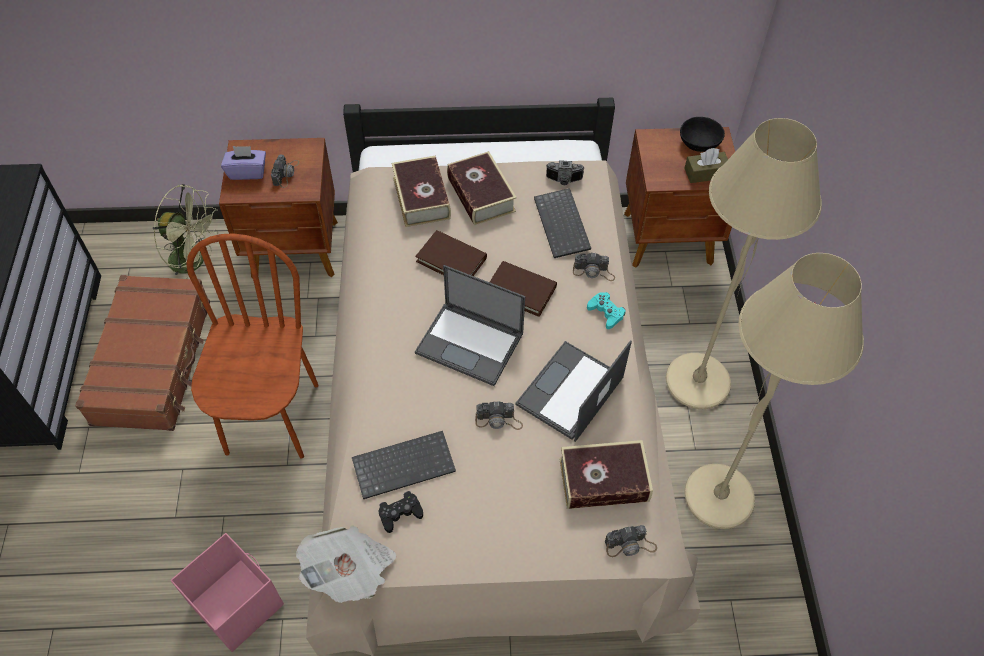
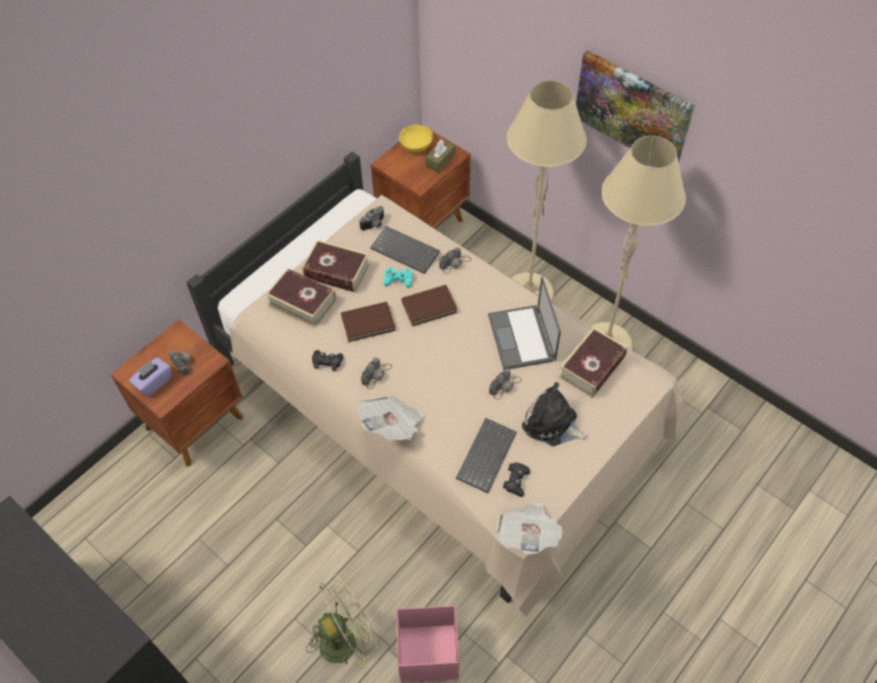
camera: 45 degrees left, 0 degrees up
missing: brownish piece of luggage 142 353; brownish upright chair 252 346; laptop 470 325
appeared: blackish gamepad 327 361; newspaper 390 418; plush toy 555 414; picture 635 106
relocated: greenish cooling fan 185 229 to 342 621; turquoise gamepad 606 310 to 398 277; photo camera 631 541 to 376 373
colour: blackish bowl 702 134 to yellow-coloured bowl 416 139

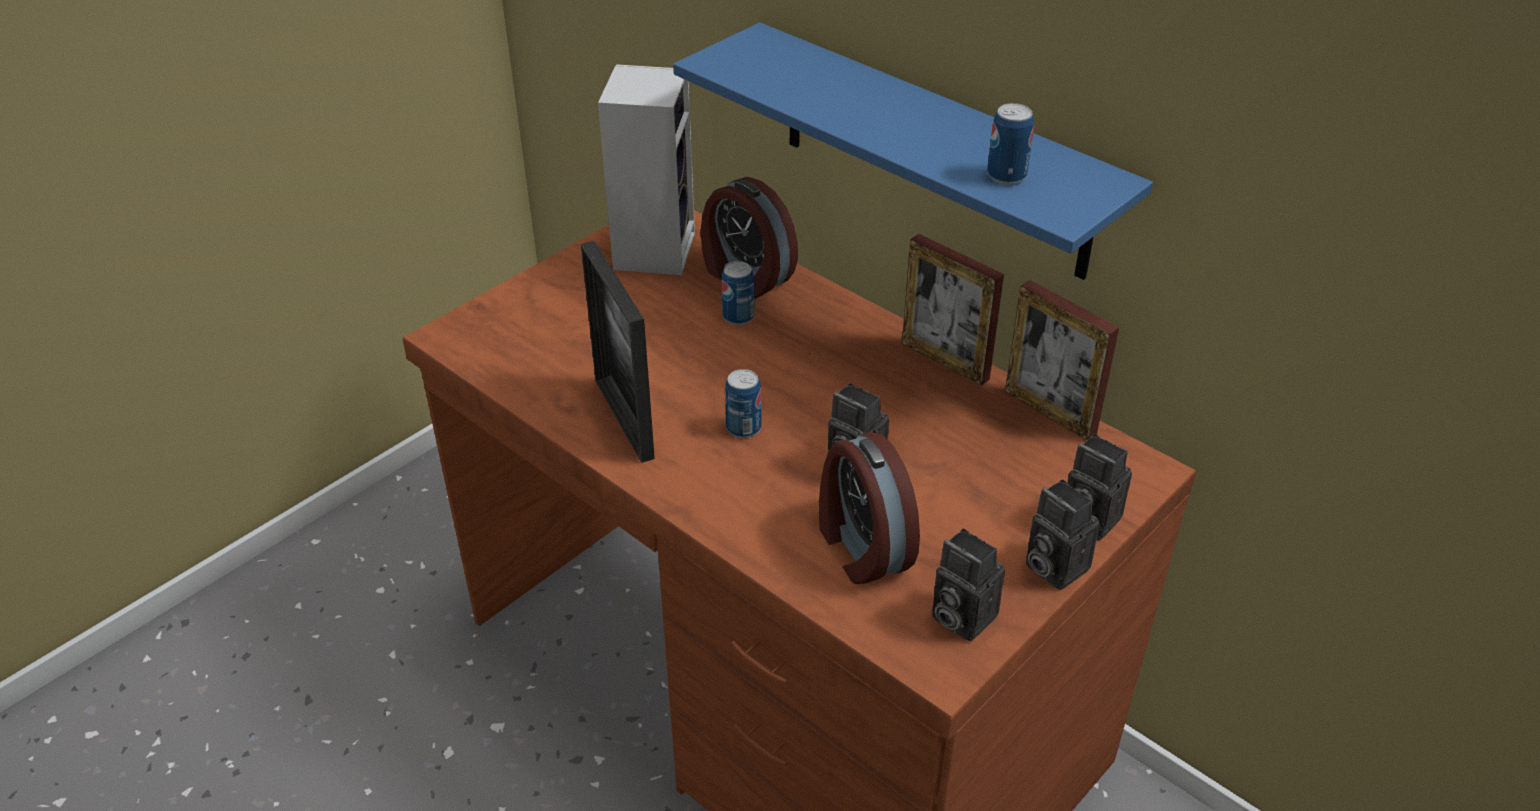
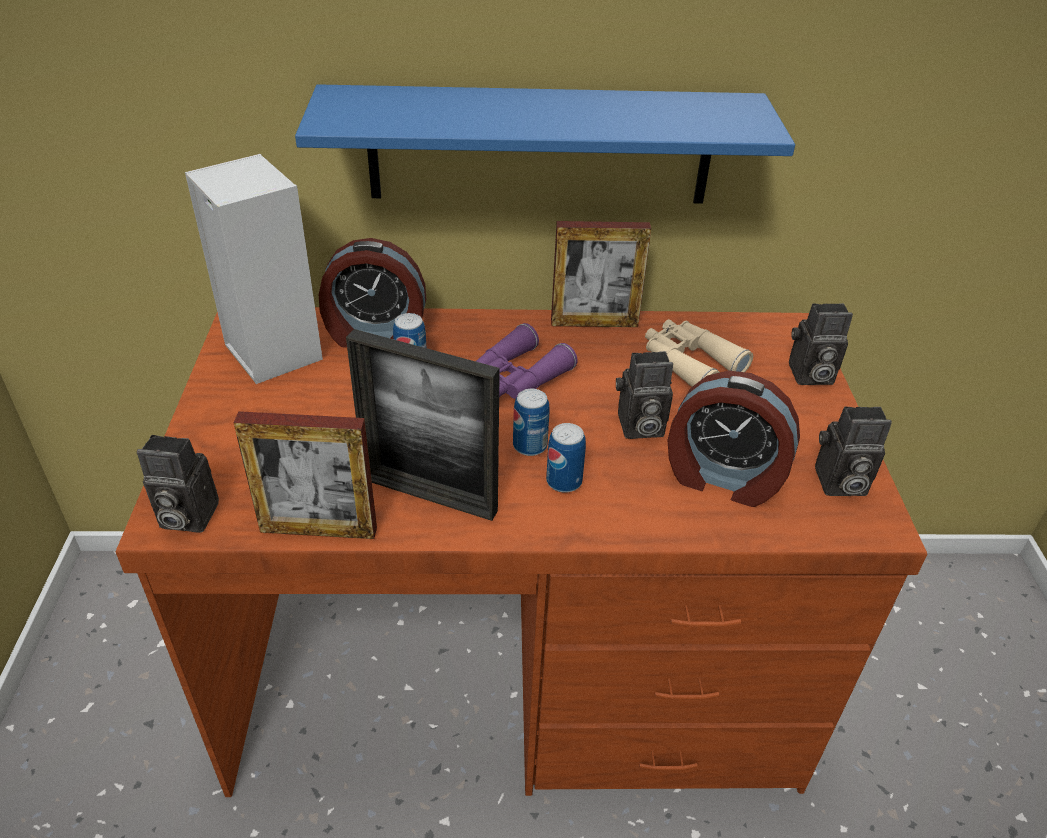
camera: 45 degrees left, 0 degrees up
appeared: purple-coloured pair of binoculars 526 361; sand-coloured pair of binoculars 699 353
relocated: sealed can 1010 144 to 566 458; picture frame 1062 360 to 305 475; photo camera 1063 534 to 178 484

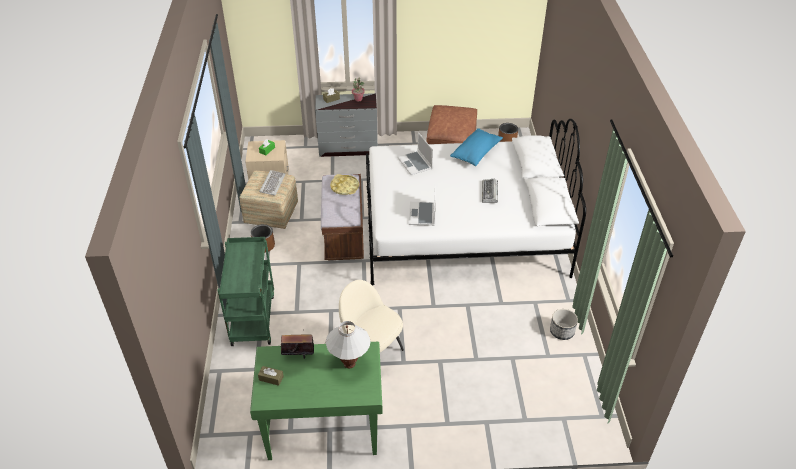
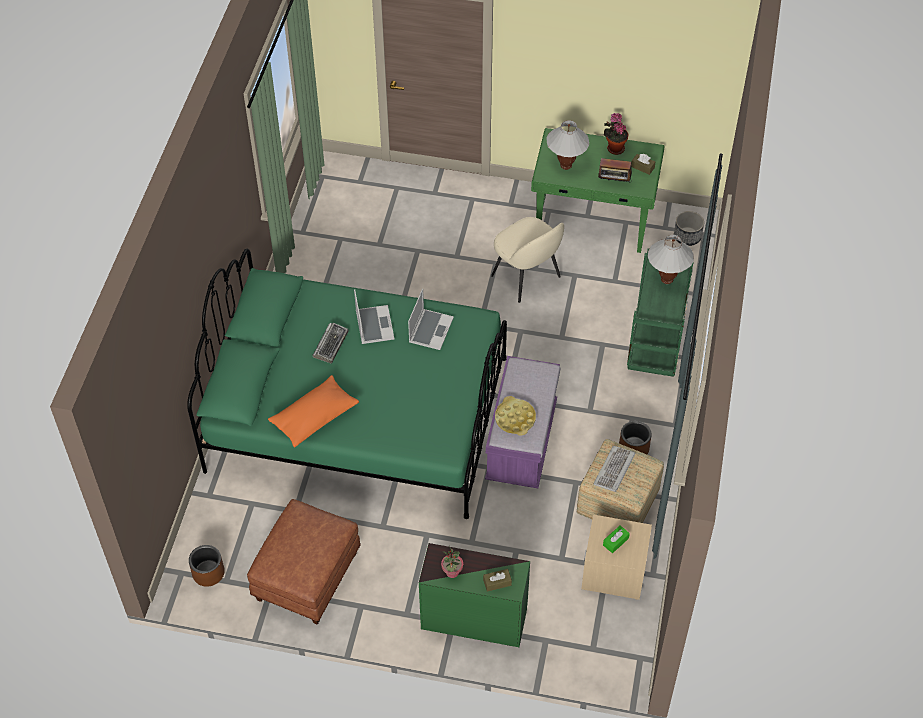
camera: 165 degrees left, 10 degrees up
appeared: plant in a pot 616 134; white-coloured tabletop lamp 671 259
relocated: laptop 415 153 to 374 316; flower pot 564 324 to 689 228
colour: grey chest of drawers 346 125 to greenish chest of drawers 474 595; brownish bench 342 217 to purple-coloured bench 522 422; white-coloured bedroom bed 476 202 to greenish bedroom bed 347 384; bluish throw pillow 476 147 to orangey throw pillow 313 411

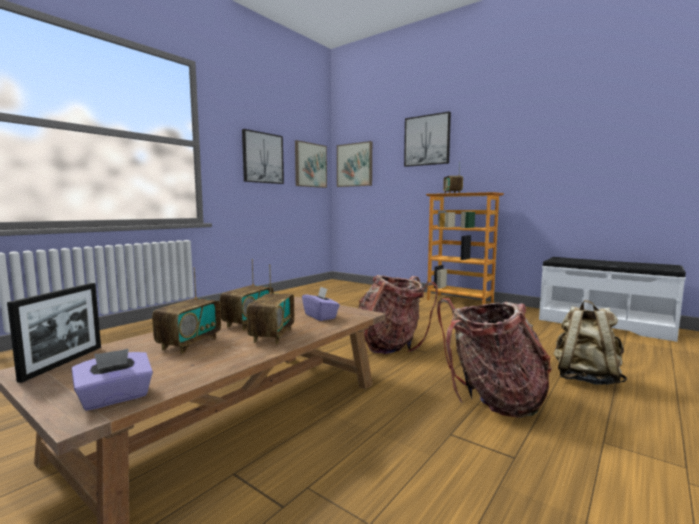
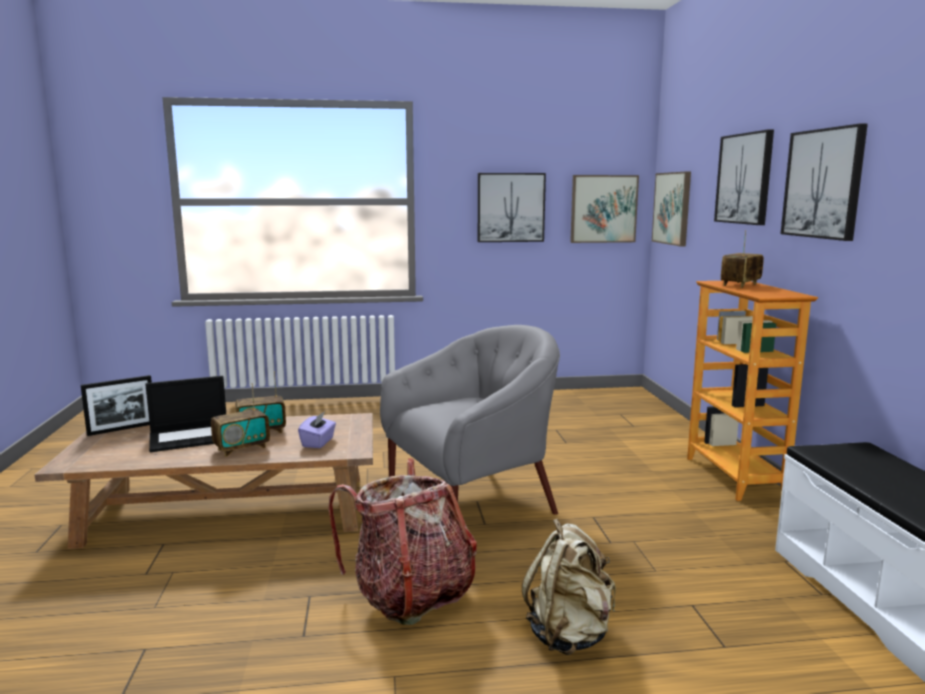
camera: 45 degrees right, 5 degrees up
missing: purple-coloured tissue holder 112 380
appeared: picture 824 182
exchanged: radio receiver 186 311 to laptop 185 414; rucksack 398 314 to grey armchair 470 420

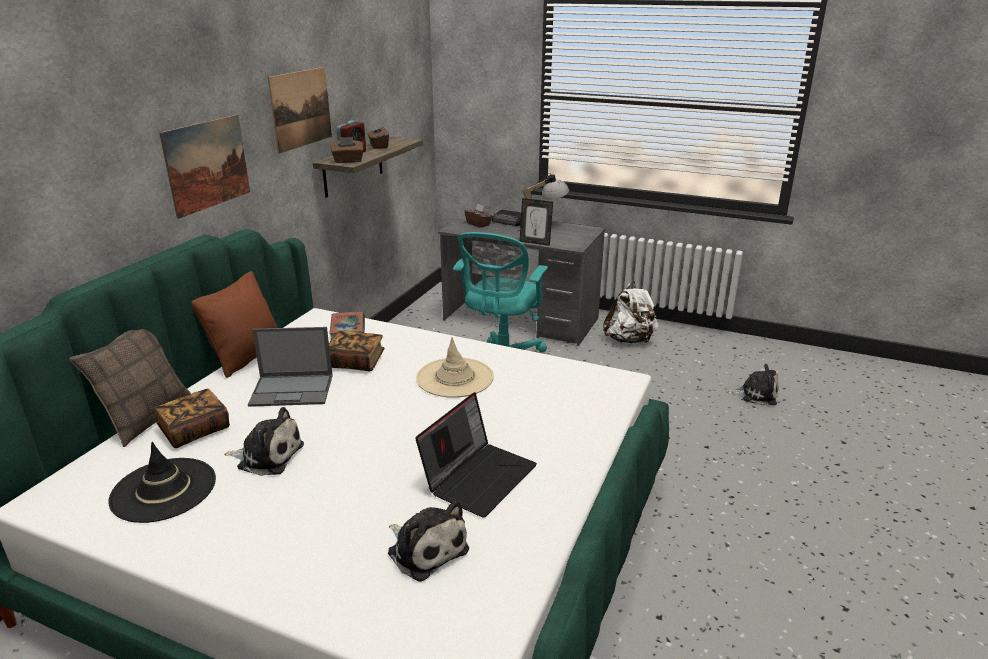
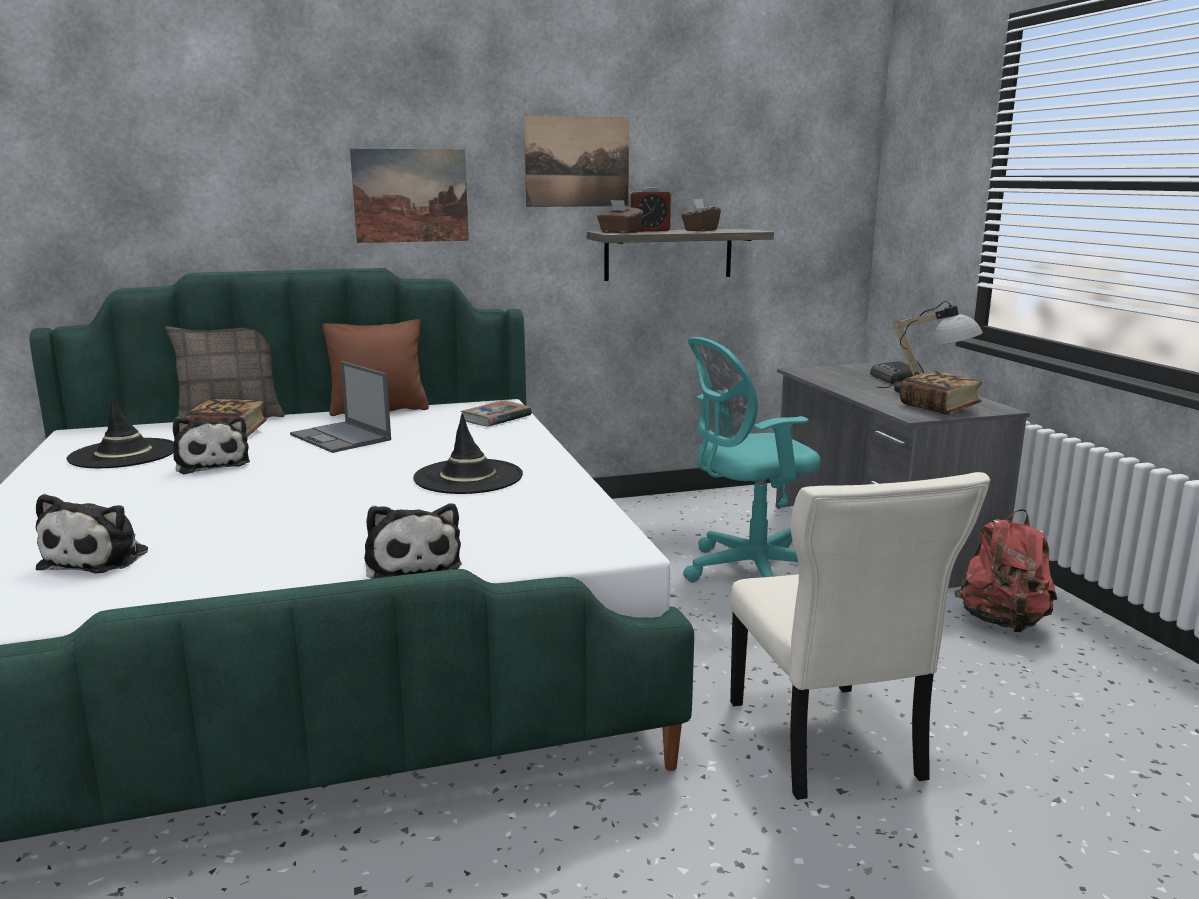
camera: 50 degrees right, 10 degrees down
missing: laptop 476 455; brownish tissue holder 478 215; picture frame 536 222
appeared: sand-coloured upright chair 860 636
relocated: book 357 351 to 941 393; plush toy 753 385 to 413 541
colour: sand-coloured clothing hat 455 367 to blackish clothing hat 468 453; white-coloured rucksack 631 312 to red rucksack 1005 570

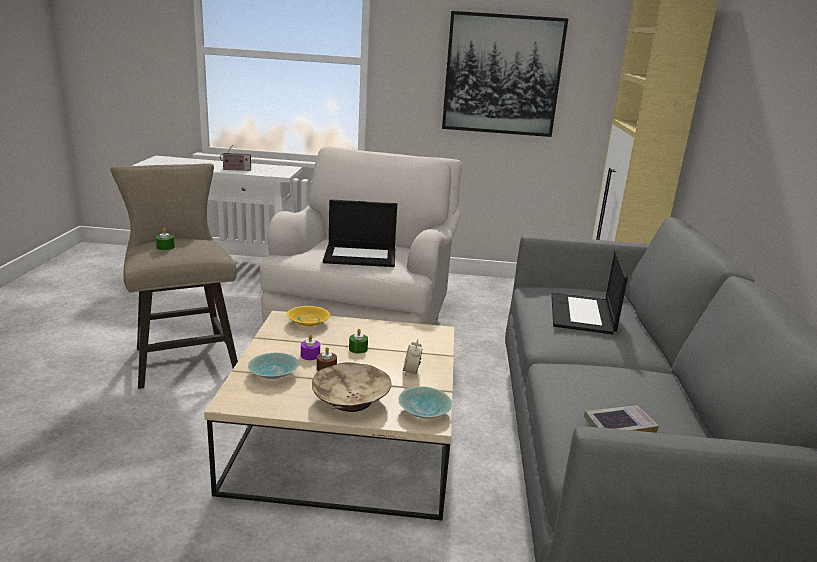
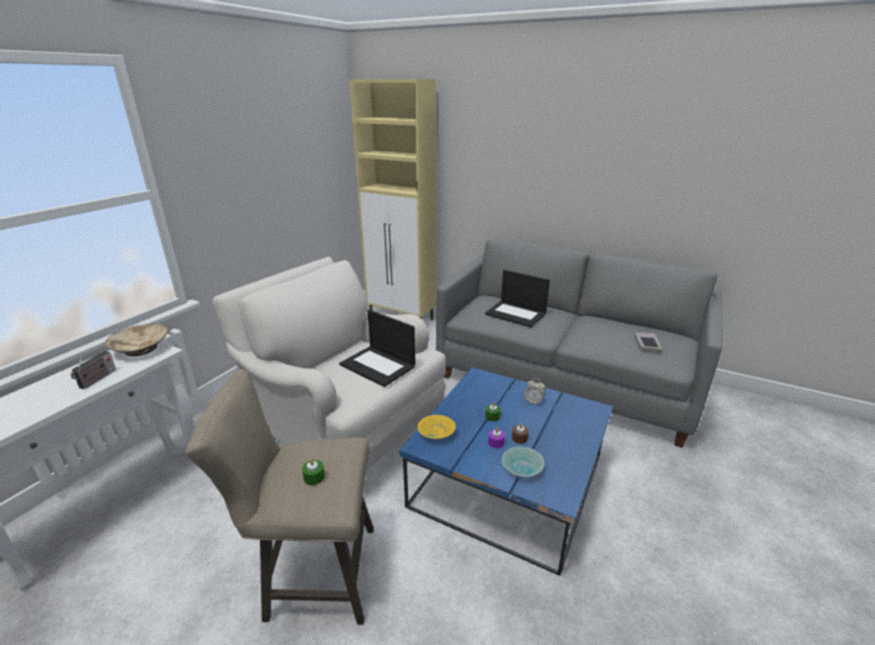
camera: 65 degrees left, 5 degrees up
missing: turquoise bowl 425 402; picture 505 74
relocated: sand-coloured bowl 351 387 to 136 339
colour: sand-coloured low table 329 415 to bluish low table 506 471
spun: laptop 360 233 = 377 348 105 degrees clockwise

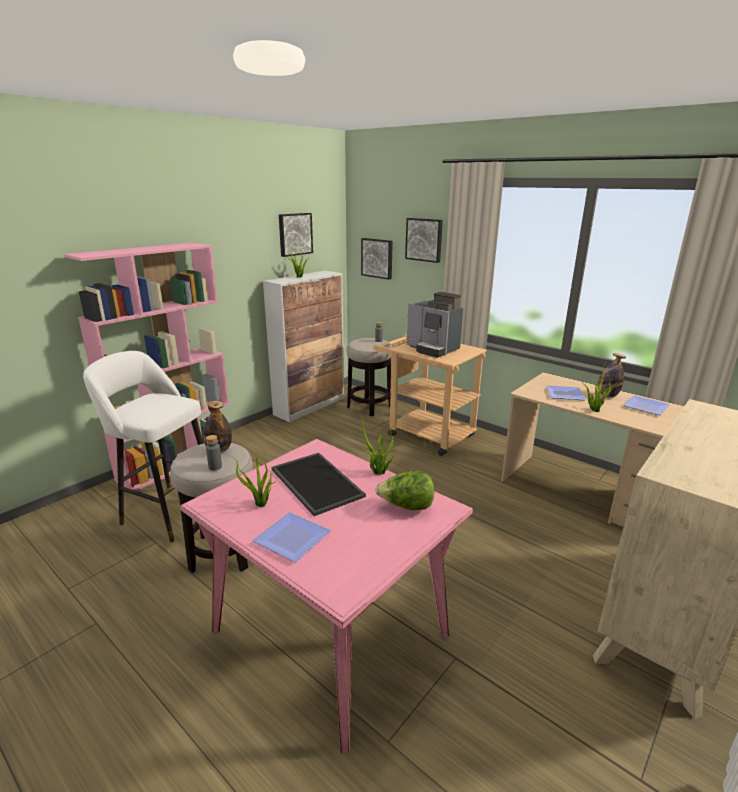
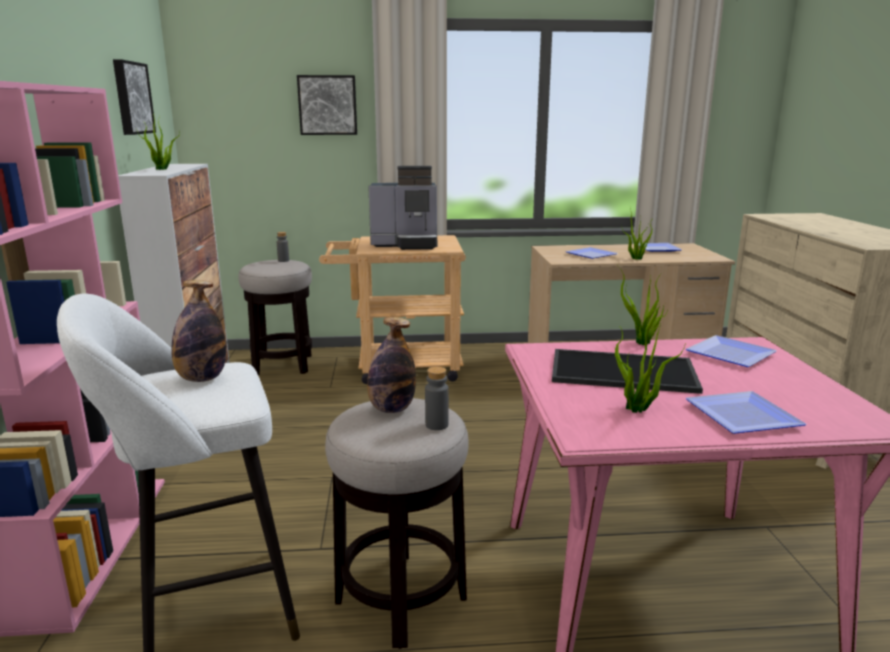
camera: 45 degrees left, 5 degrees down
missing: picture 377 259
relocated: drink bottle 611 375 to 198 331
exchanged: lettuce 404 490 to dinner plate 731 351

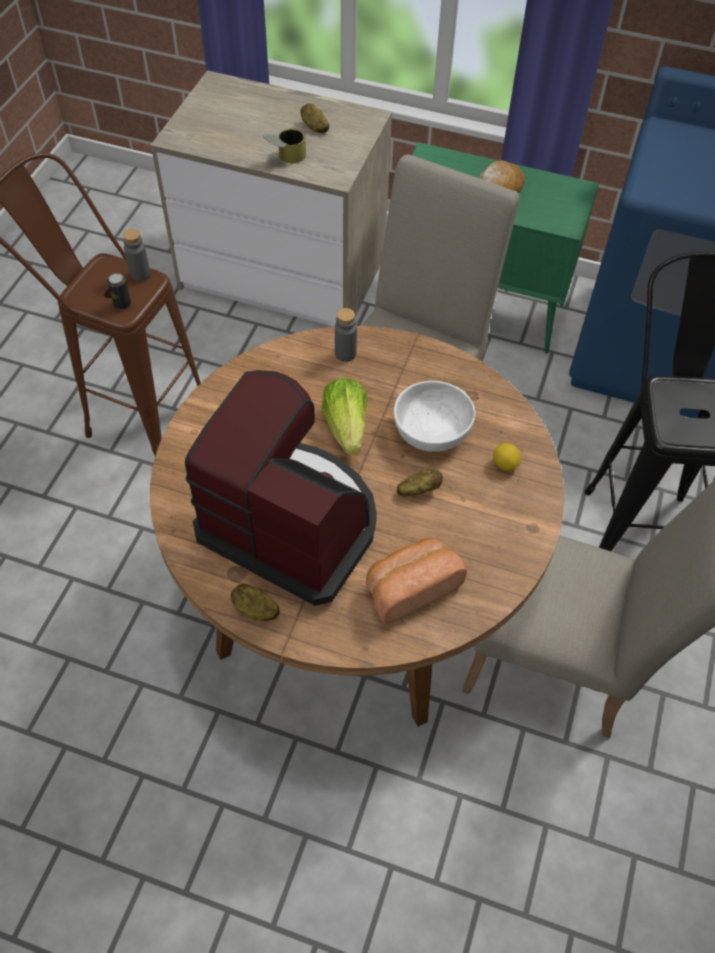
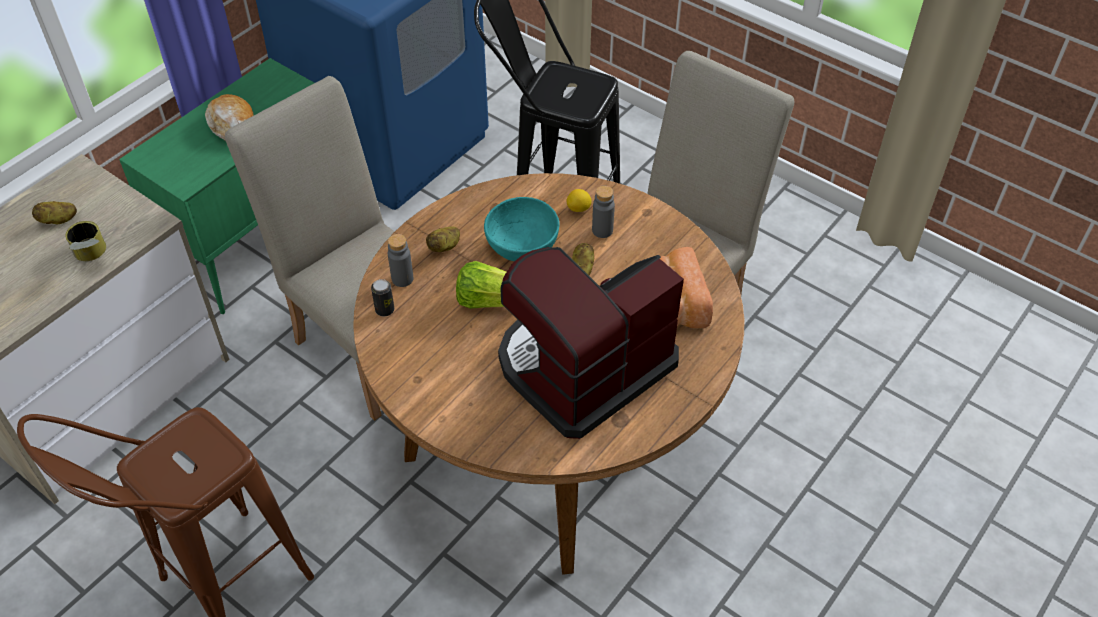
camera: 70 degrees left, 5 degrees down
relocated: sealed can 119 291 to 383 297; grey drink bottle 136 255 to 603 212; whole potato 255 602 to 443 239
colour: white-coloured bowl 434 416 to turquoise bowl 521 229

